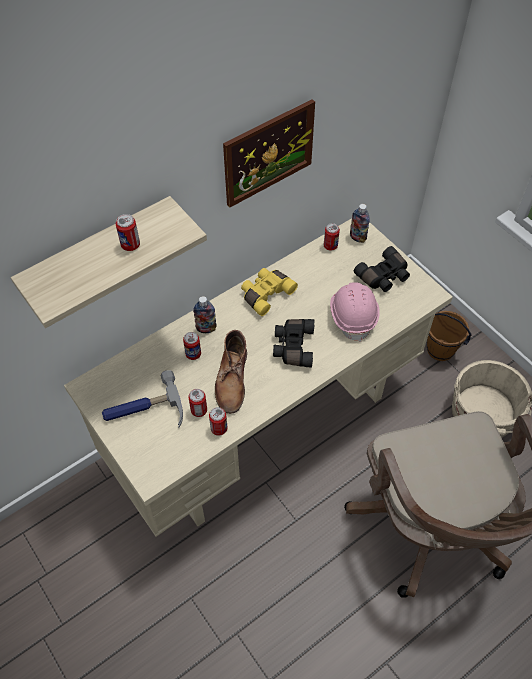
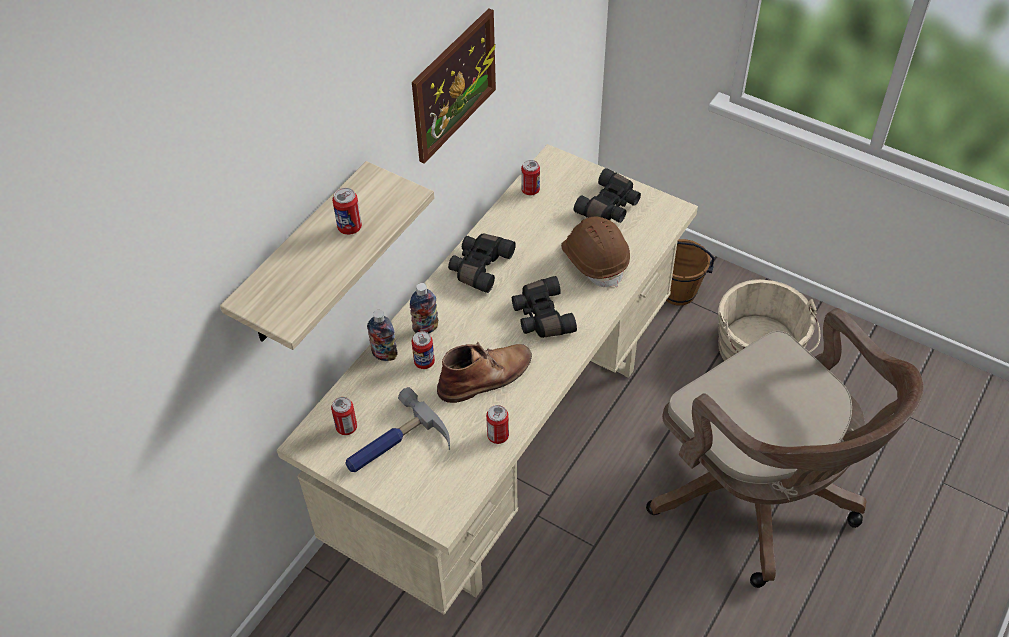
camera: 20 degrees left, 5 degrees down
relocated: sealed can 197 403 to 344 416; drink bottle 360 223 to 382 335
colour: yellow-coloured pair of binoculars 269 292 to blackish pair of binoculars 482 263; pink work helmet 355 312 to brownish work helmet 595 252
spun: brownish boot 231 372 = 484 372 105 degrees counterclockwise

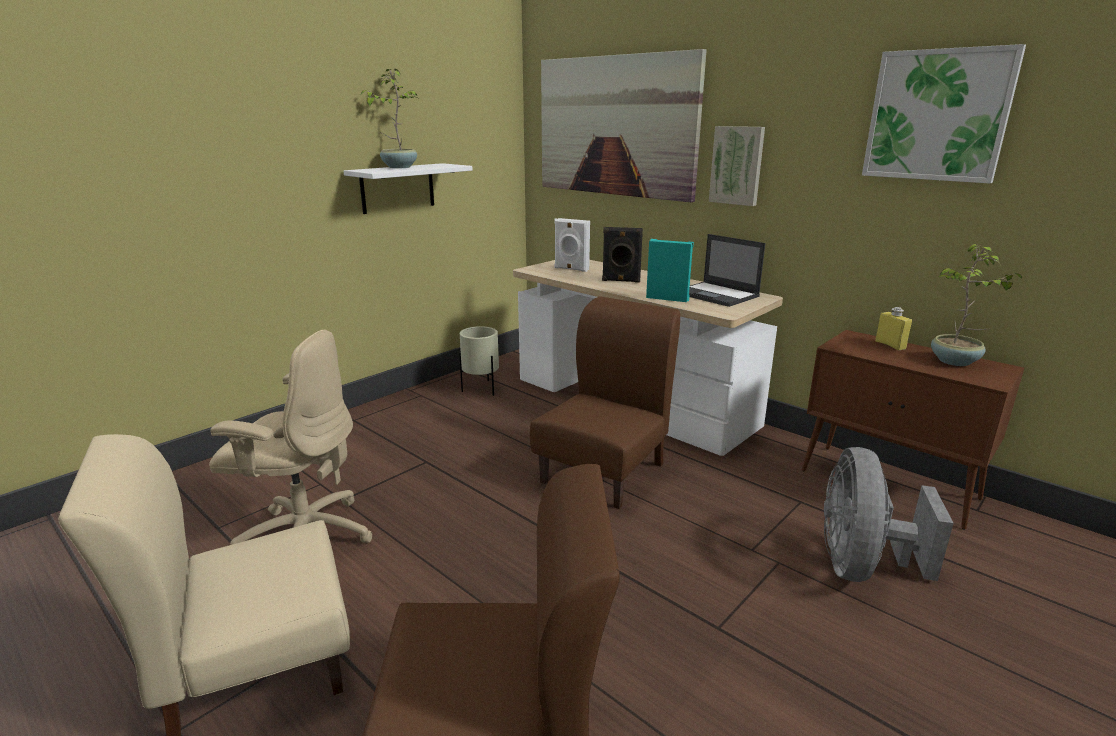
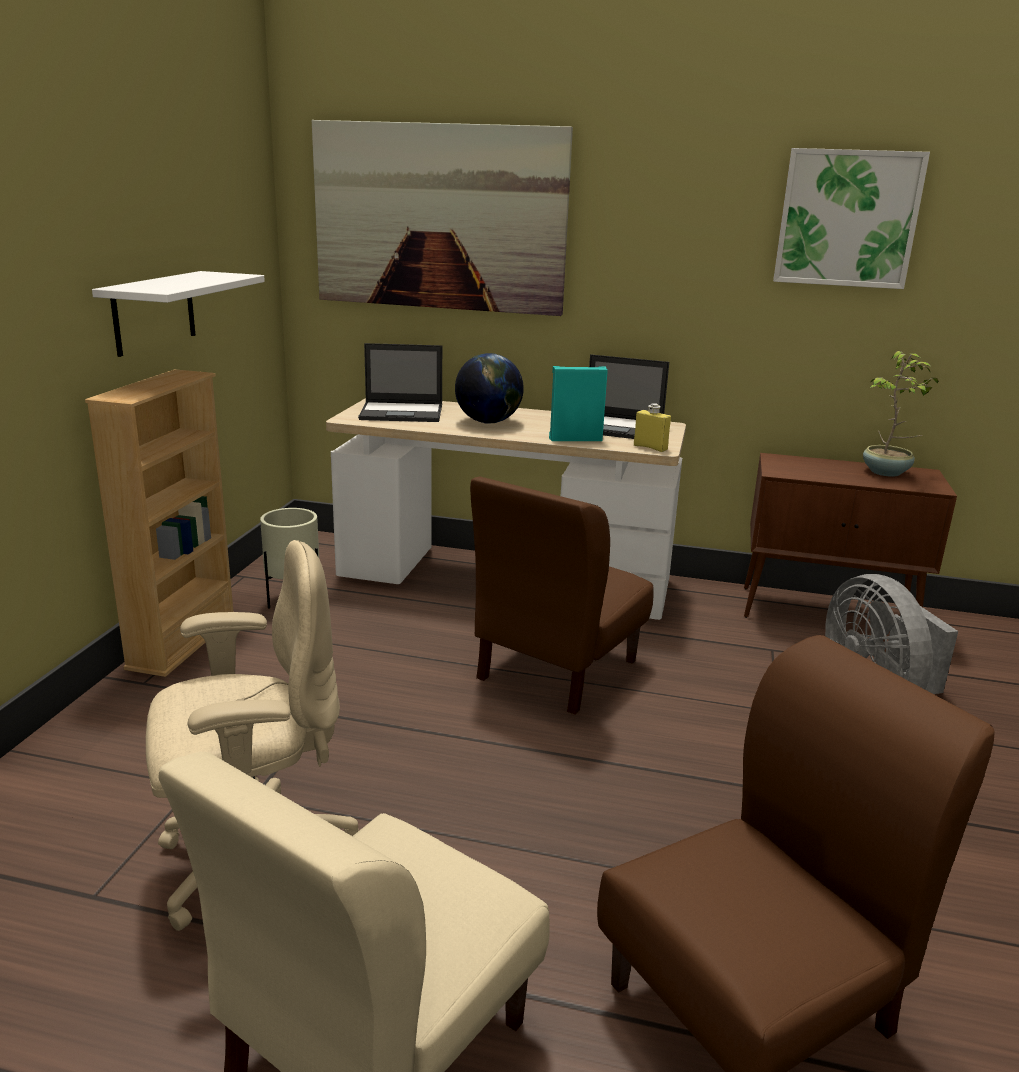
camera: 30 degrees left, 0 degrees up
missing: plant in a pot 389 118; picture 737 166
appeared: sand-coloured bookshelf 159 523
relocated: yellow-coloured drink bottle 893 328 to 652 427
exchanged: white-coloured speaker 572 245 to laptop 400 382; blackish speaker 622 255 to world globe 489 388
spun: brownish upright chair 605 402 = 562 595 150 degrees counterclockwise

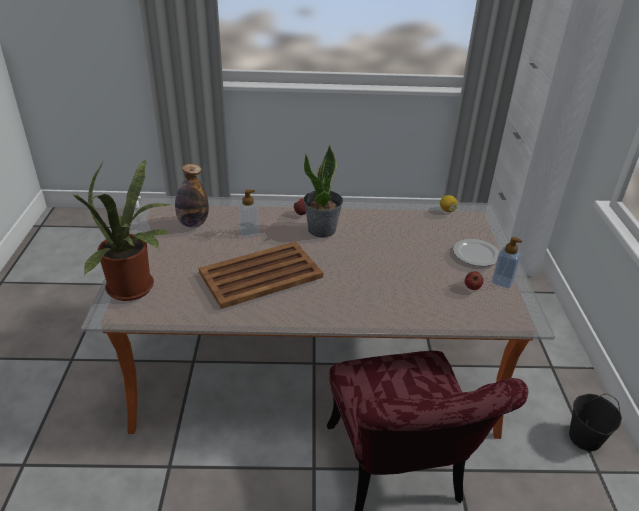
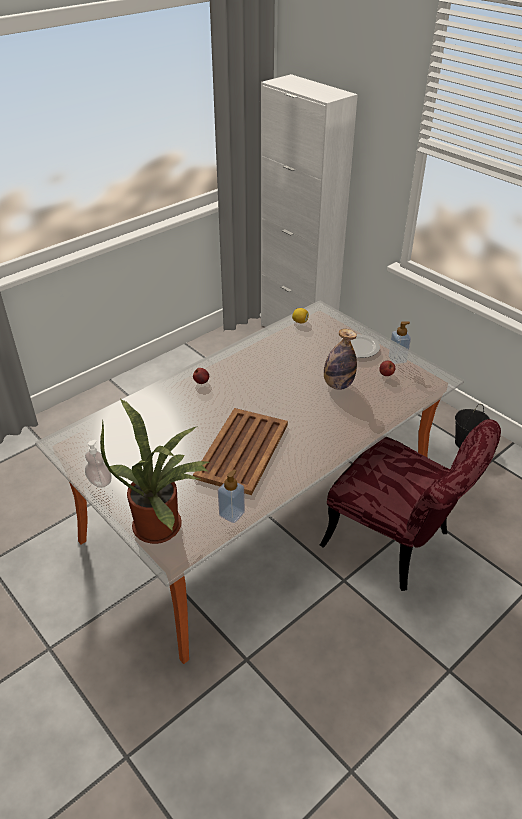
camera: 40 degrees left, 5 degrees up
missing: plant in a pot 323 191
relocated: drink bottle 192 195 to 340 359; soap dispenser 249 213 to 231 496

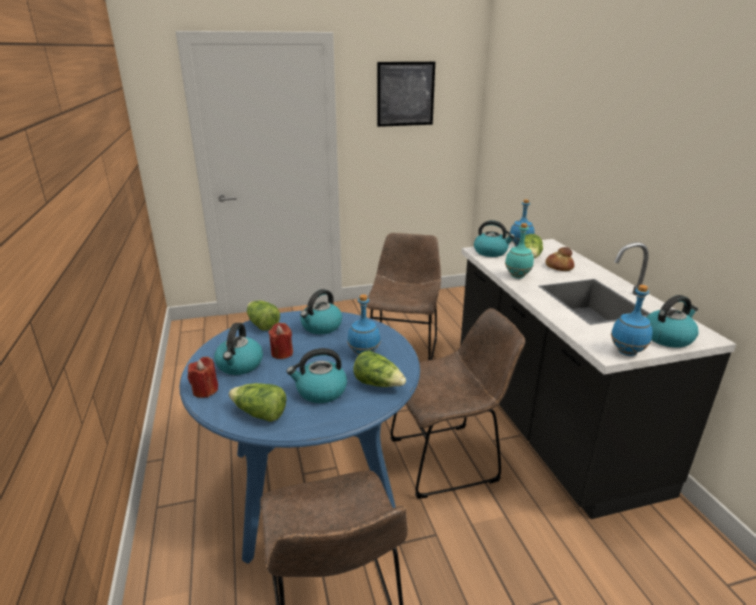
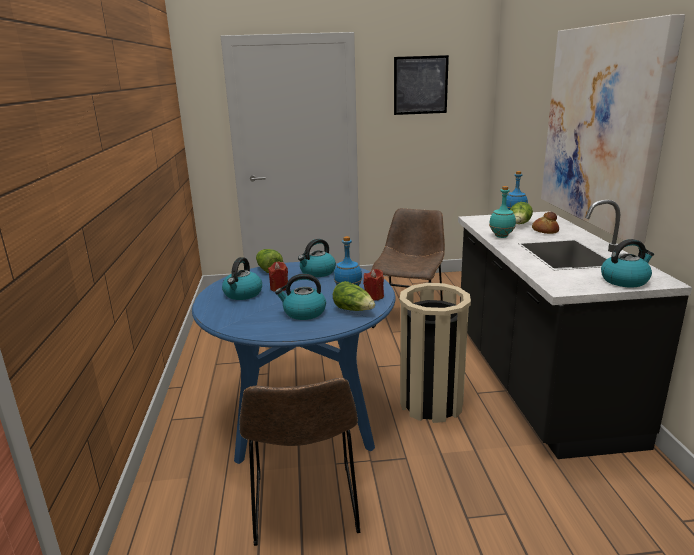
camera: 10 degrees right, 5 degrees down
missing: lettuce 257 402; water kettle 494 238; bluish drink bottle 632 320
appeared: picture 613 129
relocated: red wax light 203 377 to 373 285
exchanged: brownish upright chair 457 403 to sand-coloured trash can 435 353

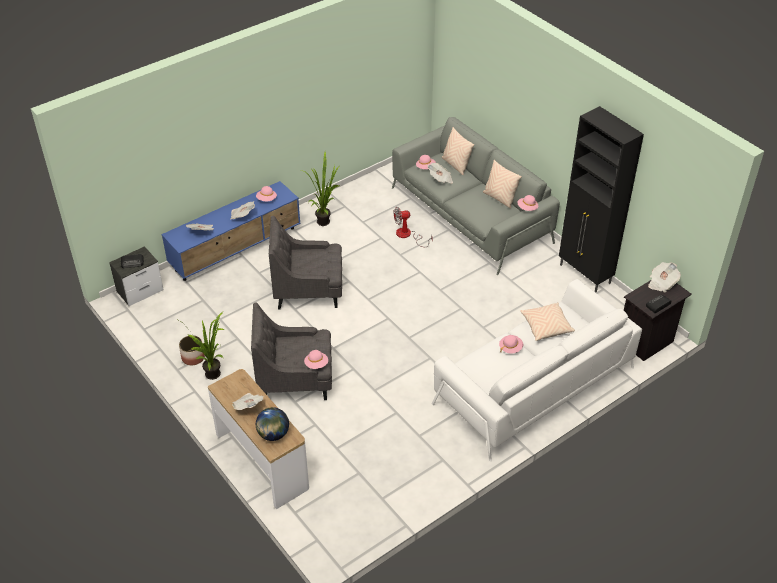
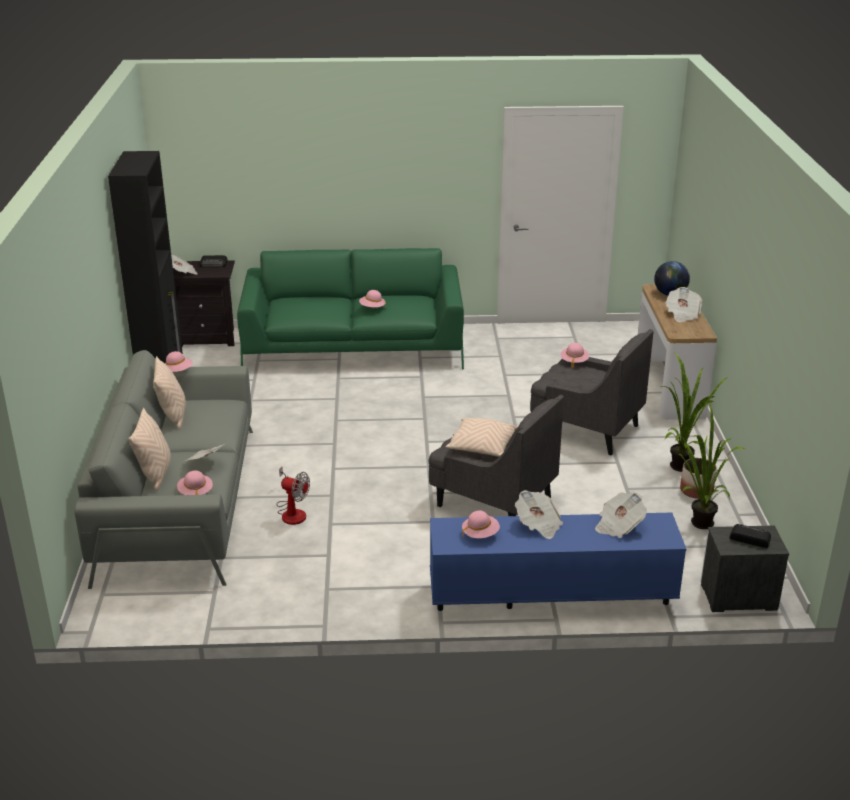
camera: 145 degrees left, 15 degrees down
relocated: plant in a pot 319 189 to 711 466; sand-coloured throw pillow 547 321 to 481 437
colour: white-coloured sofa 537 370 to greenish sofa 350 309

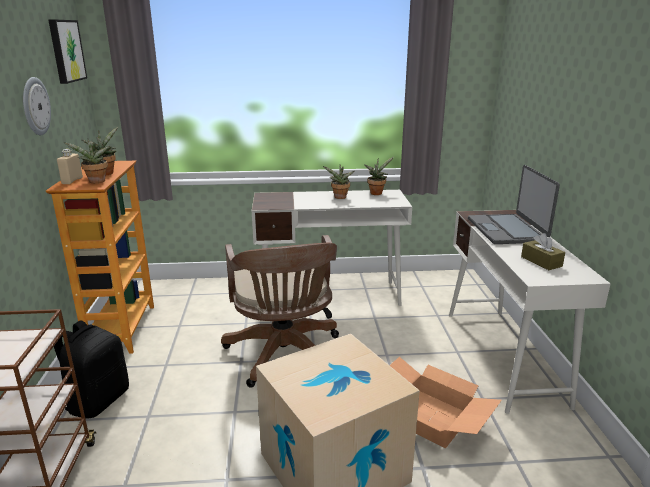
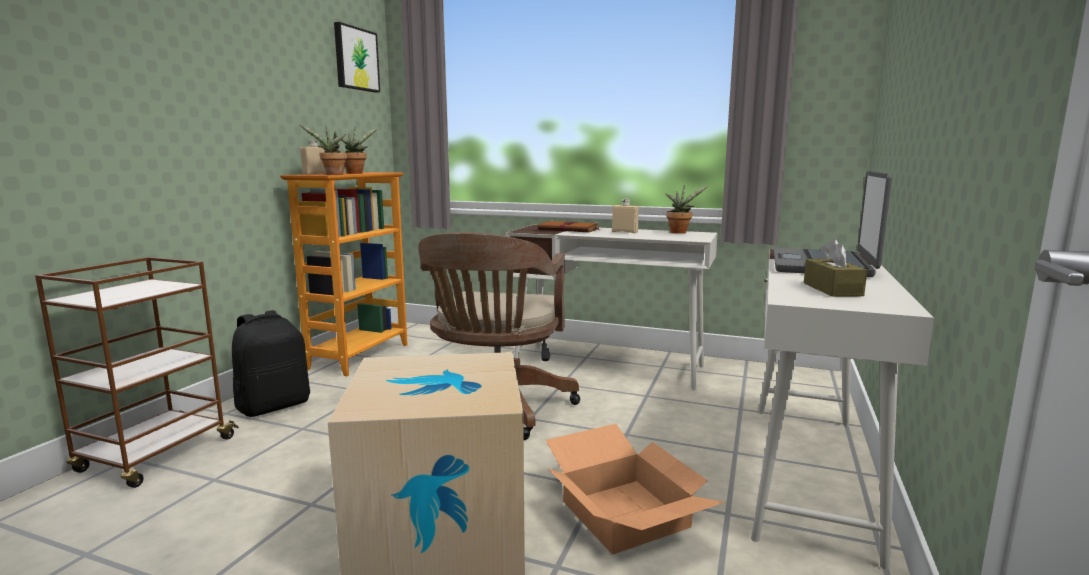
camera: 25 degrees right, 10 degrees down
missing: clock on the wall 37 106
appeared: brownish book 568 226
exchanged: plant in a pot 338 182 to sand-coloured drink bottle 625 215

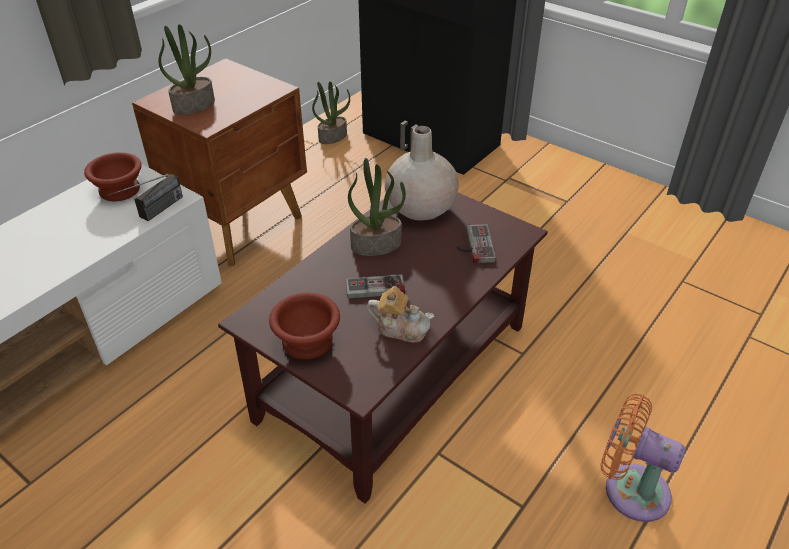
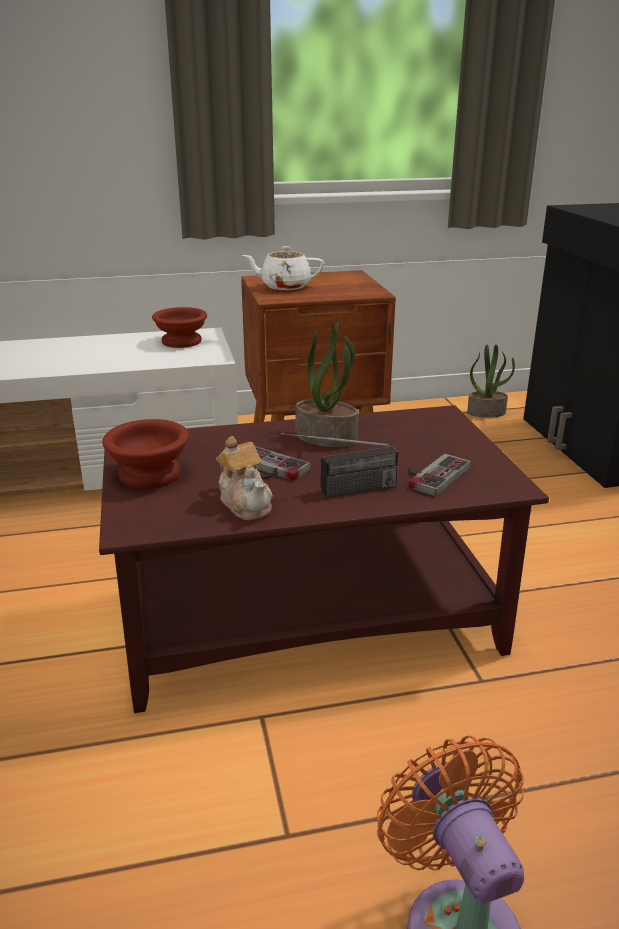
camera: 40 degrees right, 15 degrees down
missing: sand-coloured flower vase 422 173
relocated: radio receiver 145 197 to 339 465
exchanged: plant in a pot 186 69 to white-coloured pot for tea 283 268

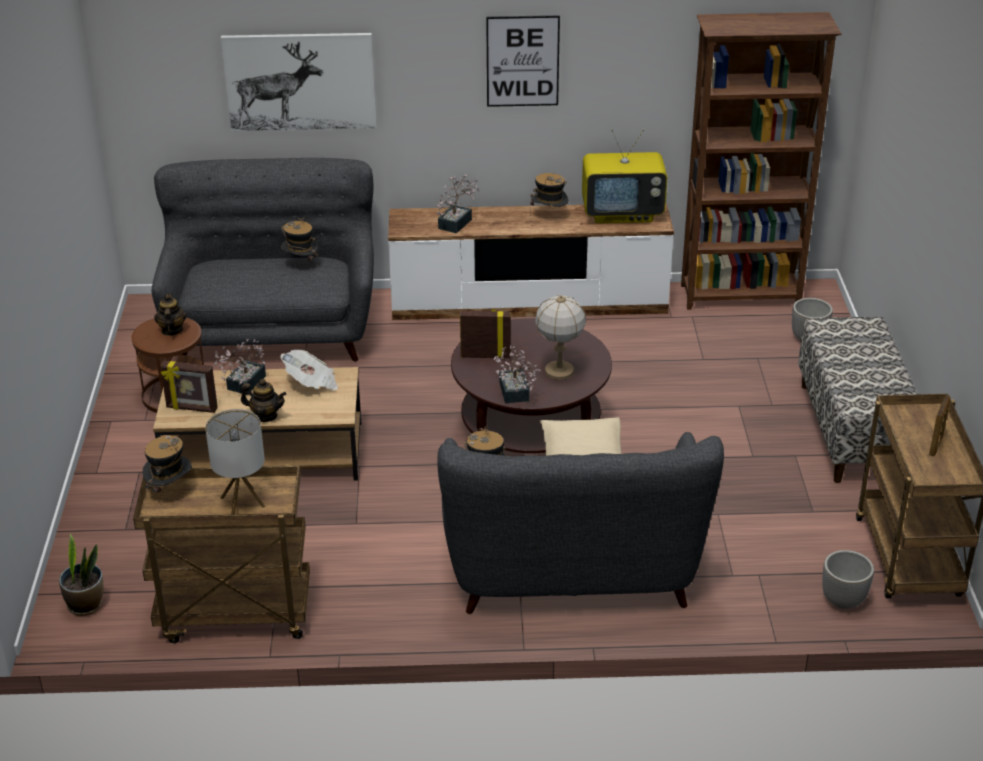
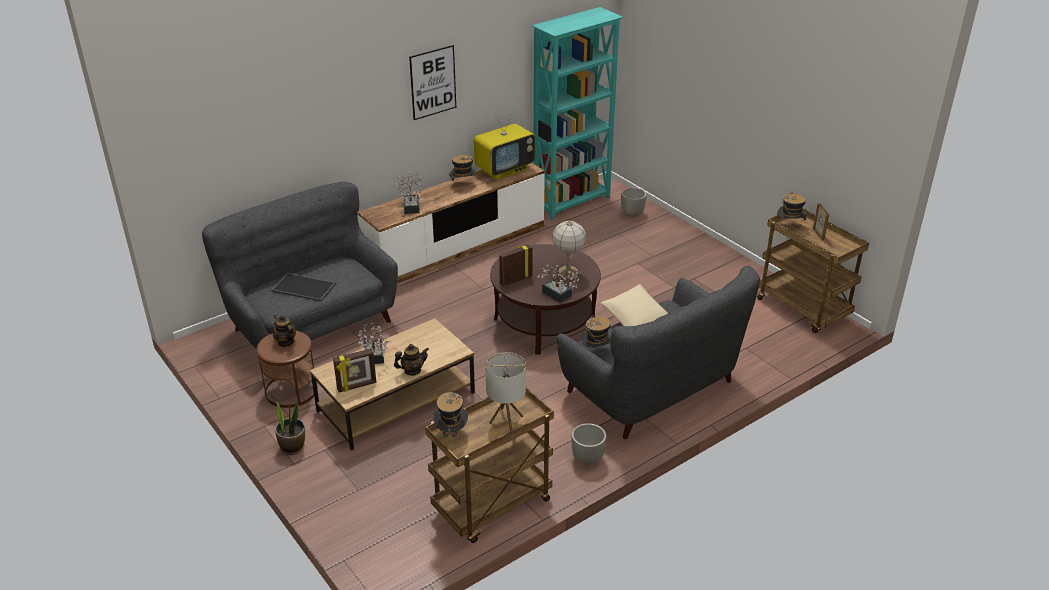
camera: 35 degrees left, 0 degrees up
missing: picture 299 82; newspaper 309 370; bench 857 400
appeared: tray 303 287
relocated: plant in a pot 81 574 to 290 428; clothing hat 300 241 to 792 205; flower pot 848 579 to 589 444
colour: brownish bookshelf 761 161 to turquoise bookshelf 578 113

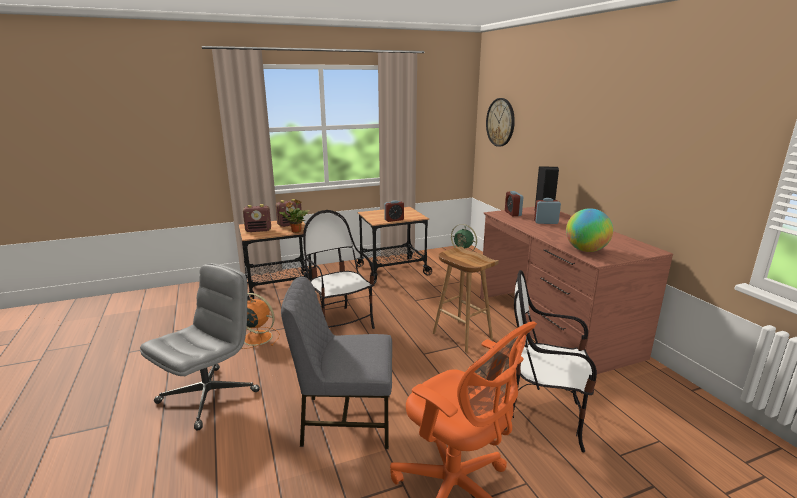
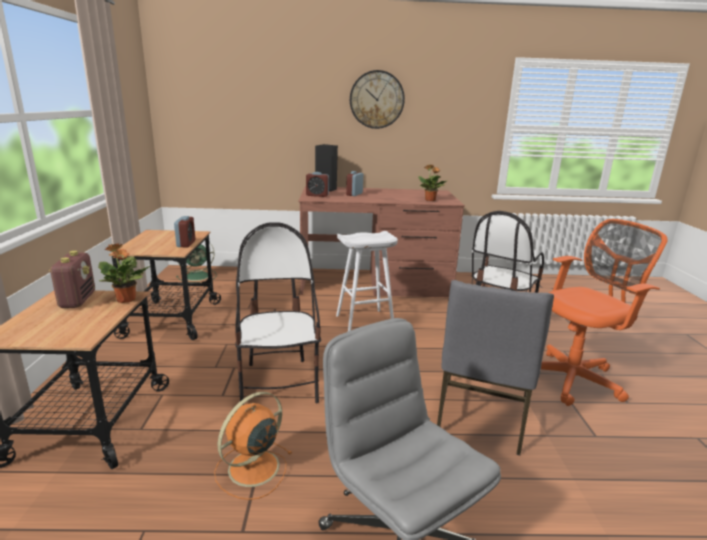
camera: 70 degrees left, 0 degrees up
missing: radio receiver 257 218
relocated: clock on the wall 500 122 to 377 99
exchanged: world globe 589 230 to plant in a pot 433 183
colour: brownish stool seat 466 299 to white-coloured stool seat 367 281
spun: upright chair 339 269 = 278 313 90 degrees clockwise

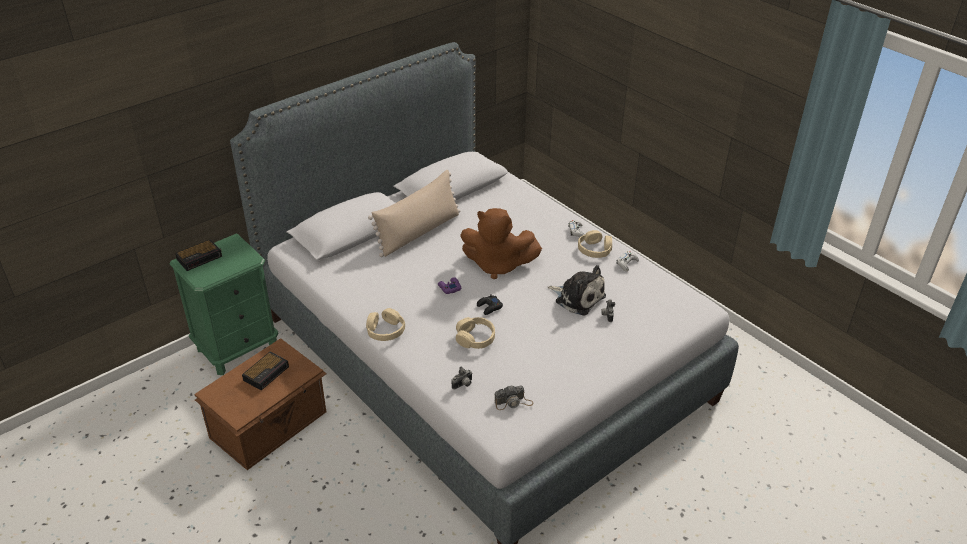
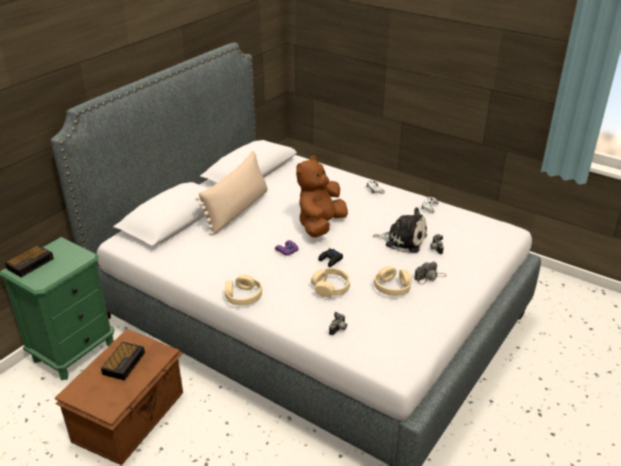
camera: 15 degrees left, 5 degrees down
relocated: photo camera 514 397 to 430 272; sand-coloured pair of headphones 595 244 to 393 281
spun: brownish plush toy 501 243 = 322 196 120 degrees clockwise

